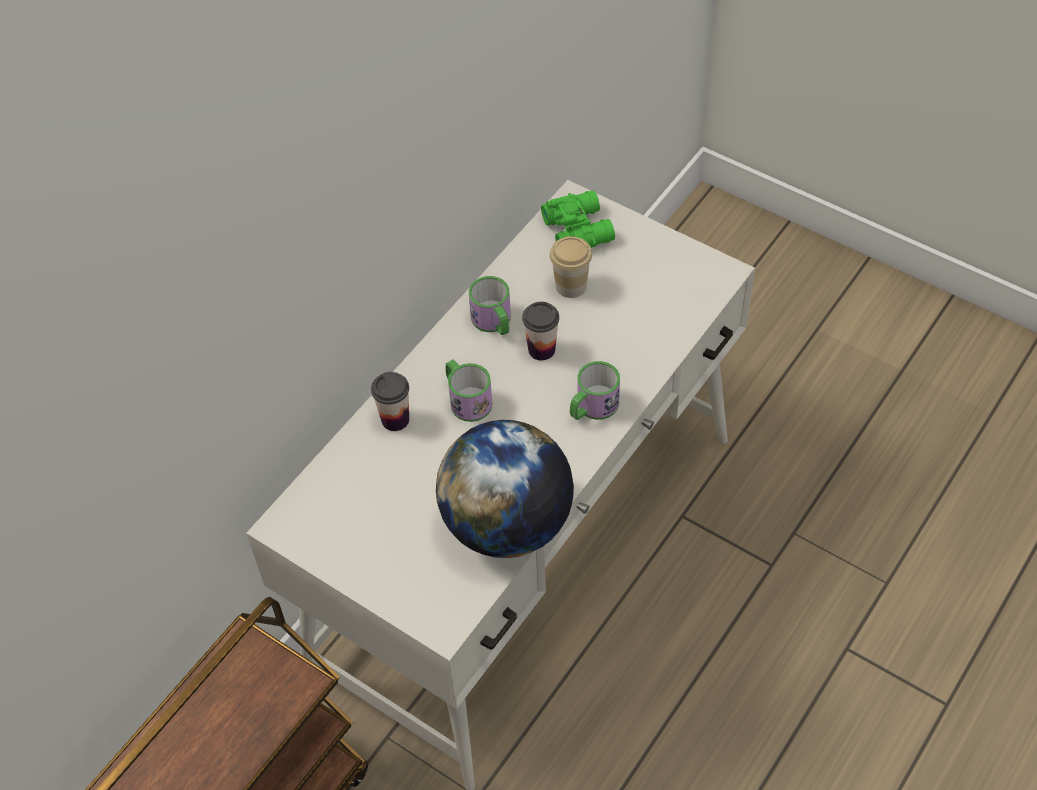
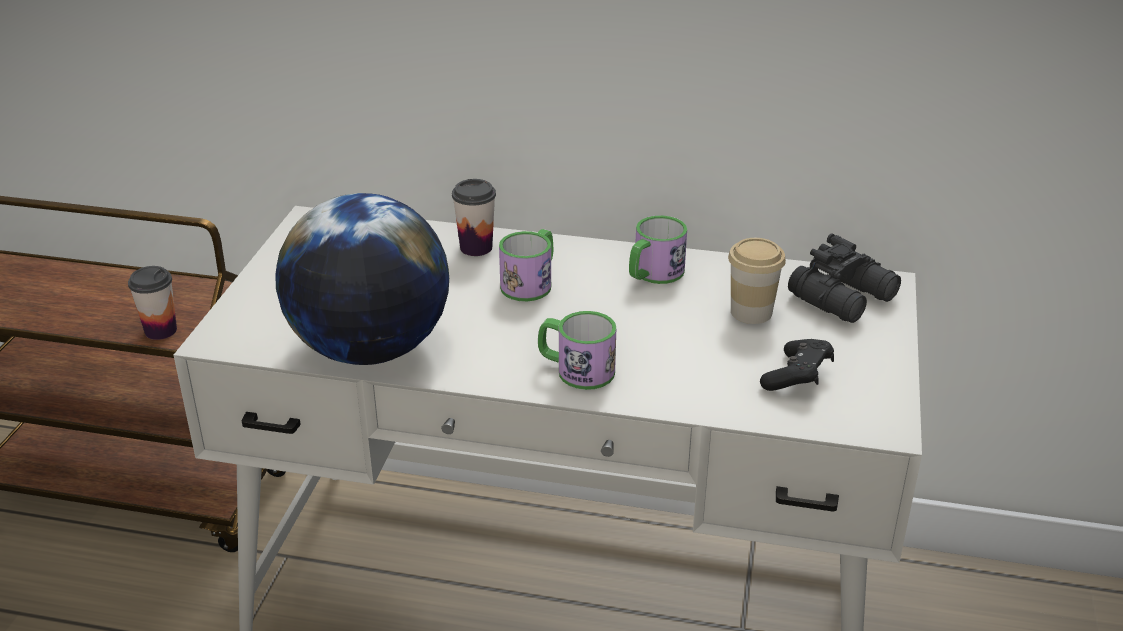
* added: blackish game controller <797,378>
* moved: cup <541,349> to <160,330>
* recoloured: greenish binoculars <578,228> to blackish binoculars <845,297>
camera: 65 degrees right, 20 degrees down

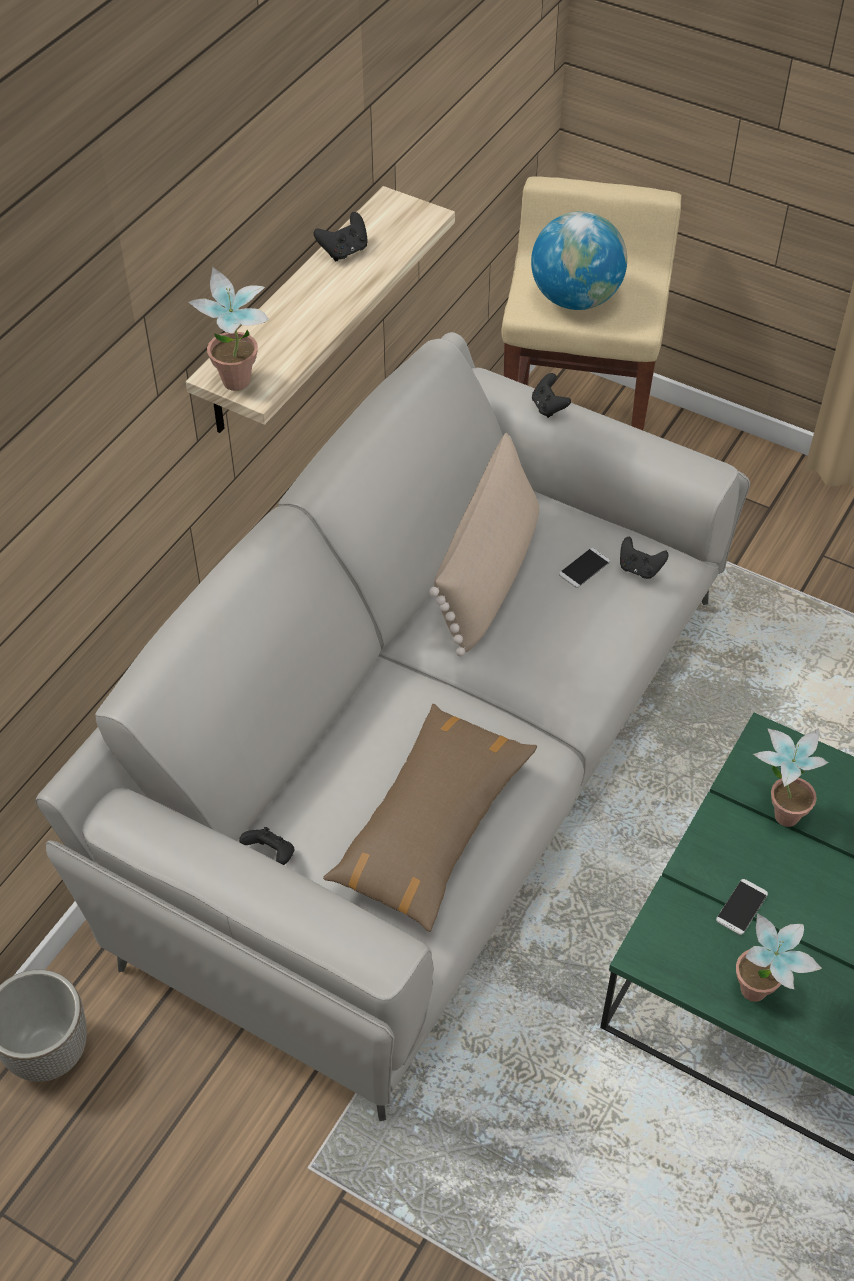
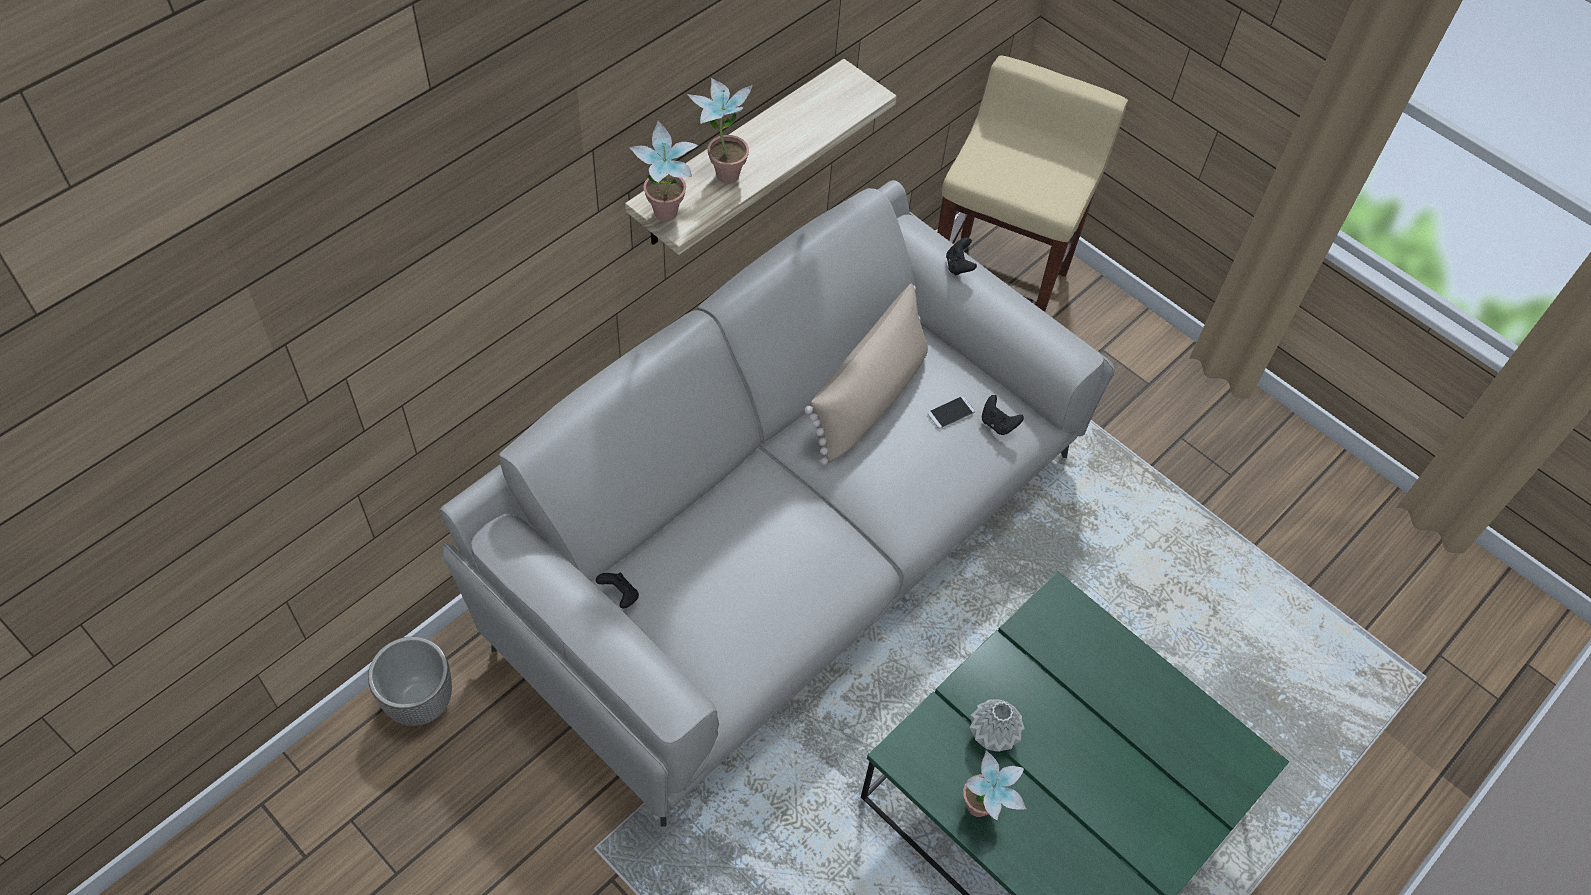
* removed: blackish game controller <344,251>
* removed: brown throw pillow <431,826>
* removed: world globe <575,299>
* moved: houseplant <778,811> to <722,170>
* replaced: phone <741,907> to grey flower vase <991,735>
camera: 10 degrees right, 5 degrees up

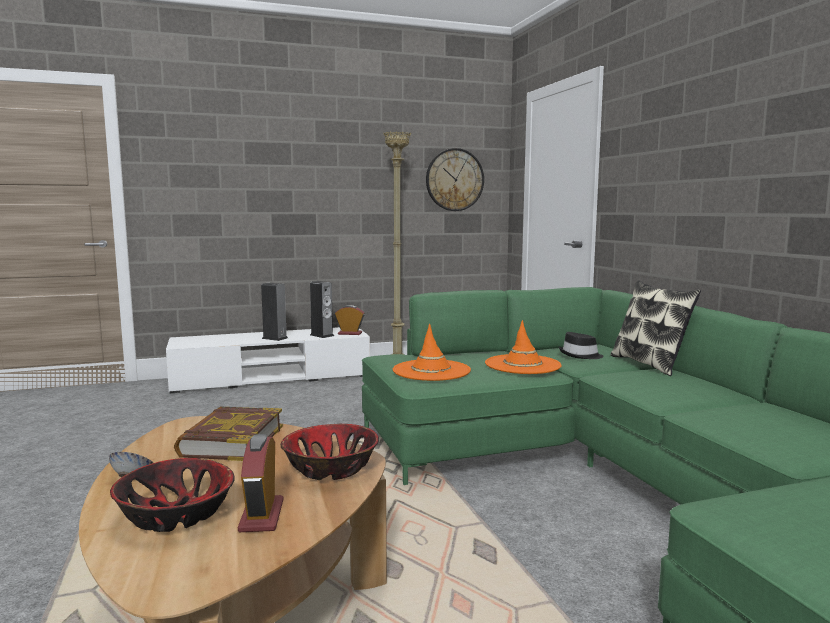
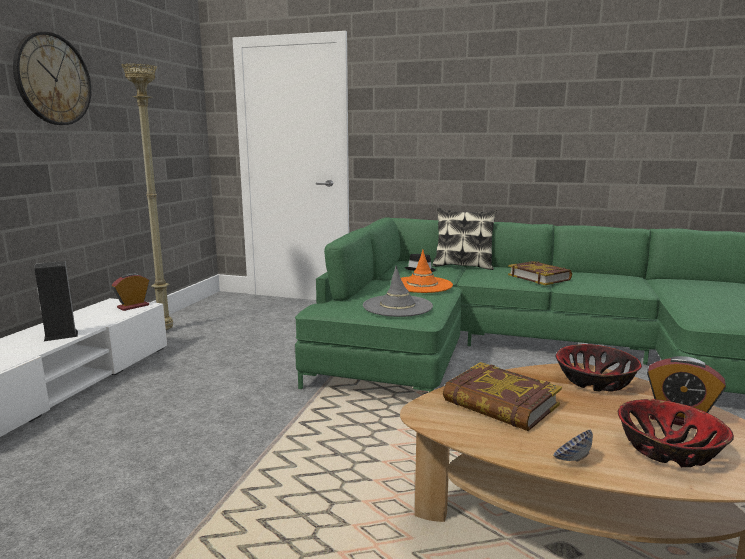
* removed: audio speaker <322,335>
* added: bound book <539,277>
* moved: wall clock <454,180> to <53,79>
* recoloured: orange wearable hat <431,371> to grey wearable hat <397,306>
camera: 55 degrees left, 5 degrees up

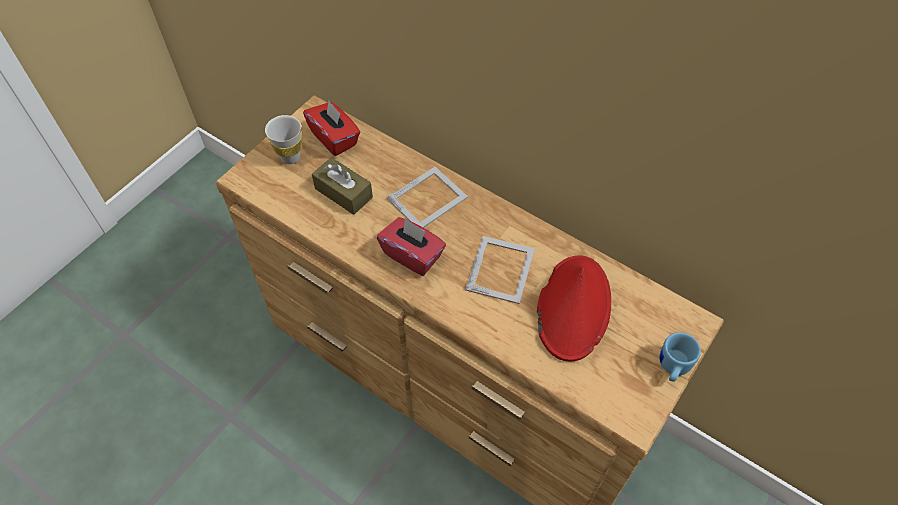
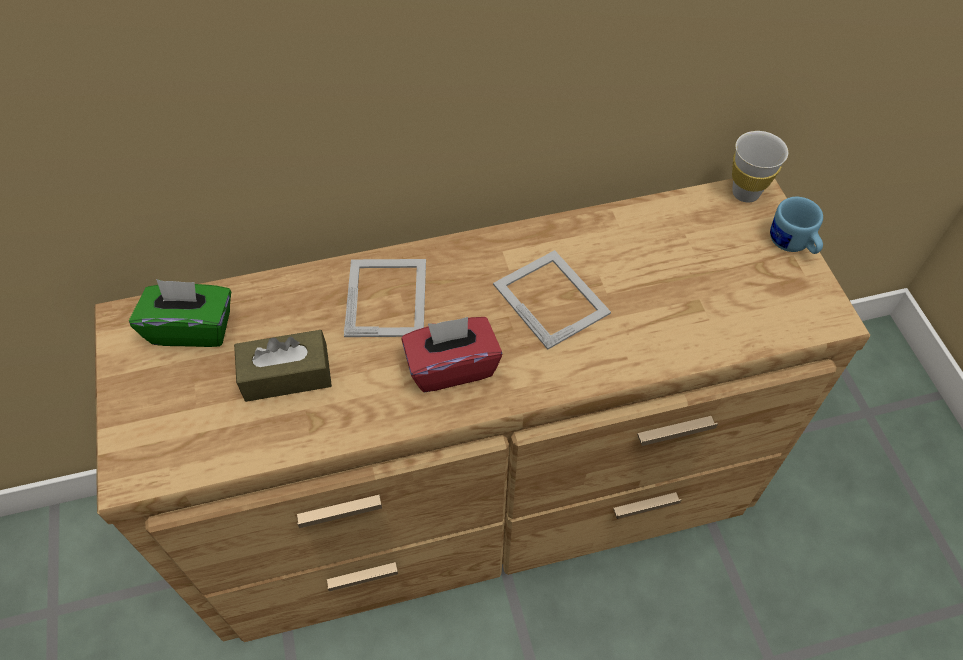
* removed: red-coloured wearable hat <573,307>
* moved: white-coloured cup <290,157> to <745,193>
* recoloured: red-coloured tissue holder <334,138> to greenish tissue holder <192,328>
camera: 50 degrees left, 0 degrees up

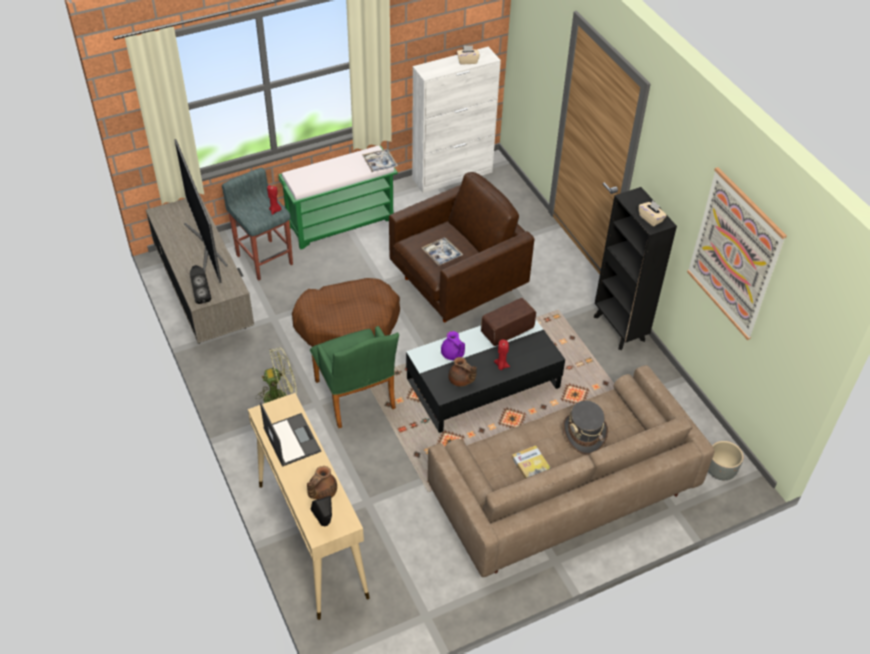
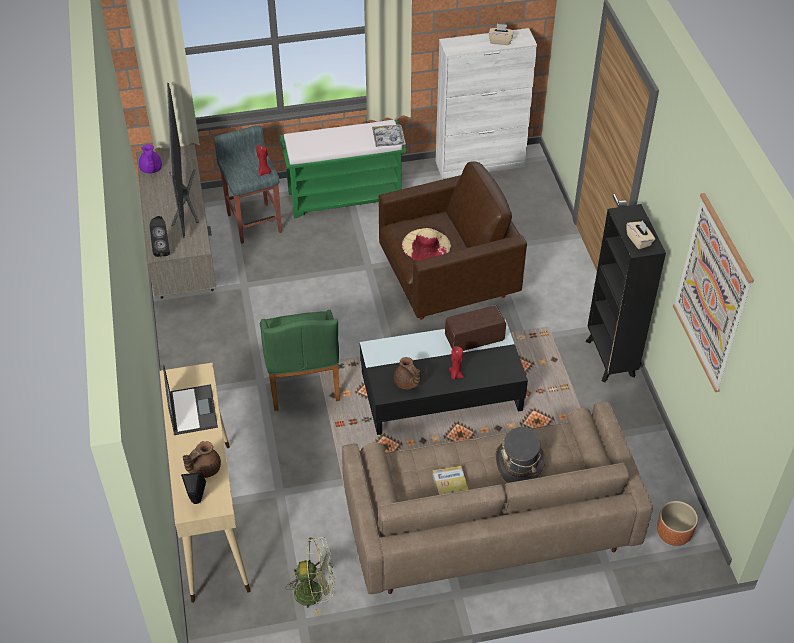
* removed: brown pet bed <348,323>
* moved: greenish cooling fan <280,396> to <315,592>
* moved: purple tea pot <453,354> to <151,169>
* replaced: serving tray <442,254> to beige wearable hat <426,245>
* recoloured: grey plant pot <720,471> to brown plant pot <673,534>
camera: 15 degrees right, 0 degrees up

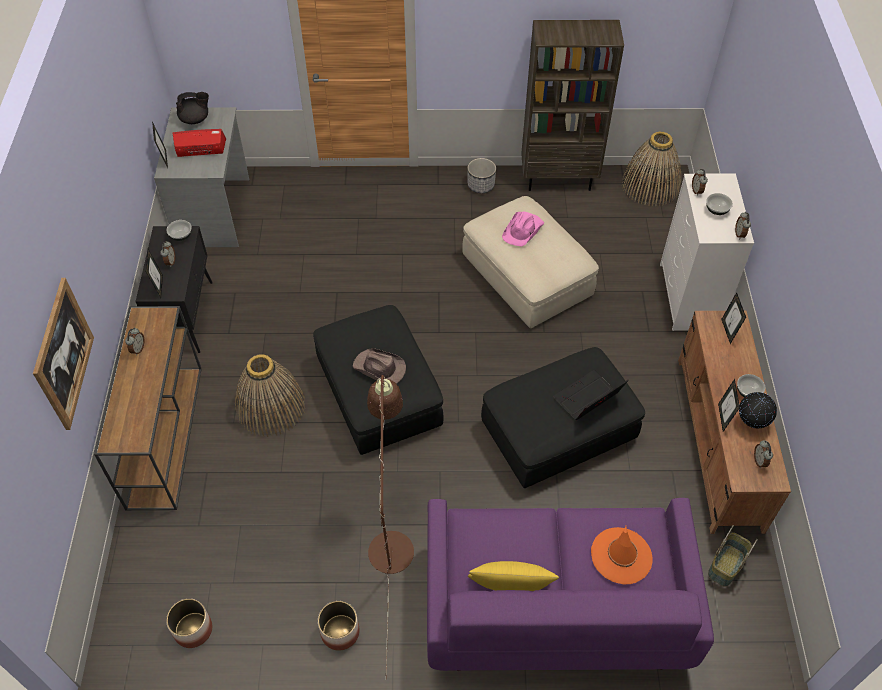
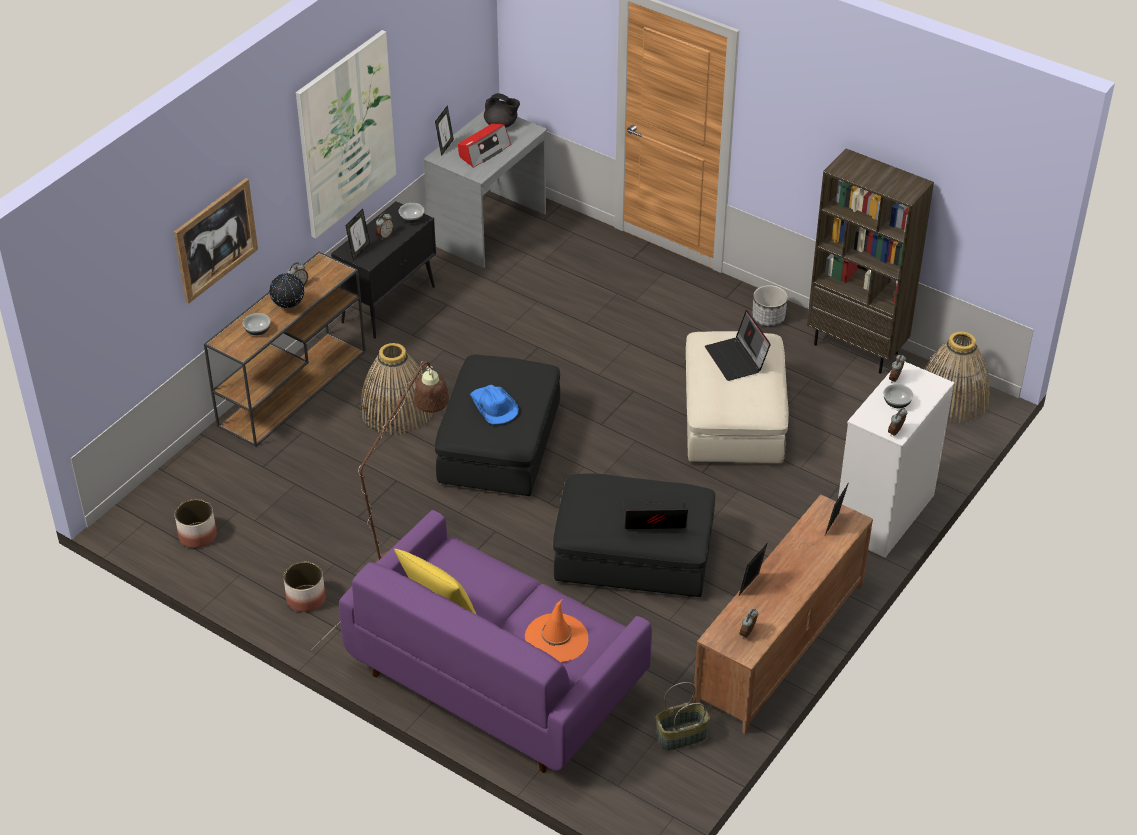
* added: picture <346,134>
* moved: serving bowl <748,392> to <257,331>
* moved: world globe <751,422> to <289,308>
* replaced: pink wearable hat <523,230> to portable computer <737,359>
* recoloured: brown wearable hat <380,368> to blue-coloured wearable hat <493,407>
* turned: radio receiver <200,149> = <483,151> 105 degrees clockwise
camera: 35 degrees right, 10 degrees down

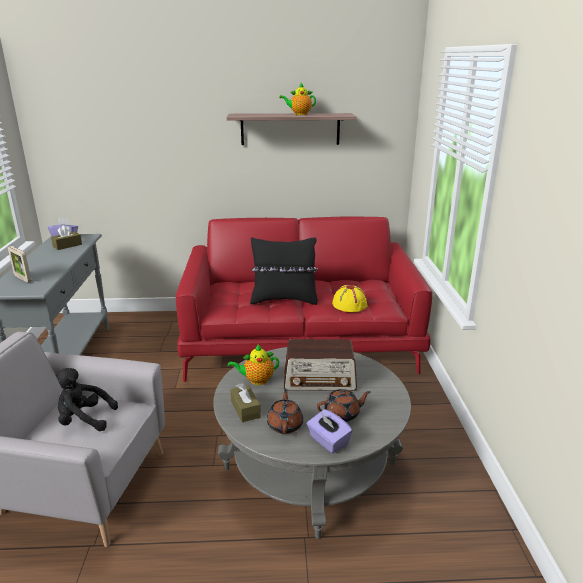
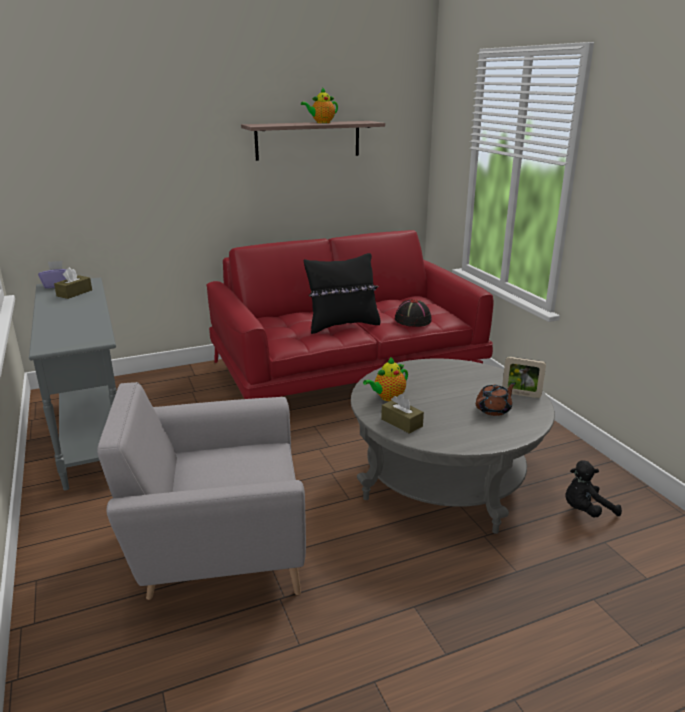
* removed: brown tea pot <285,425>
* removed: radio receiver <320,380>
* removed: purple tissue holder <328,441>
* moved: standing frame <22,278> to <521,394>
* moved: blackish cuddly toy <84,420> to <585,510>
* recoloured: yellowish wearable hat <349,304> to blackish wearable hat <412,320>
camera: 20 degrees left, 0 degrees up

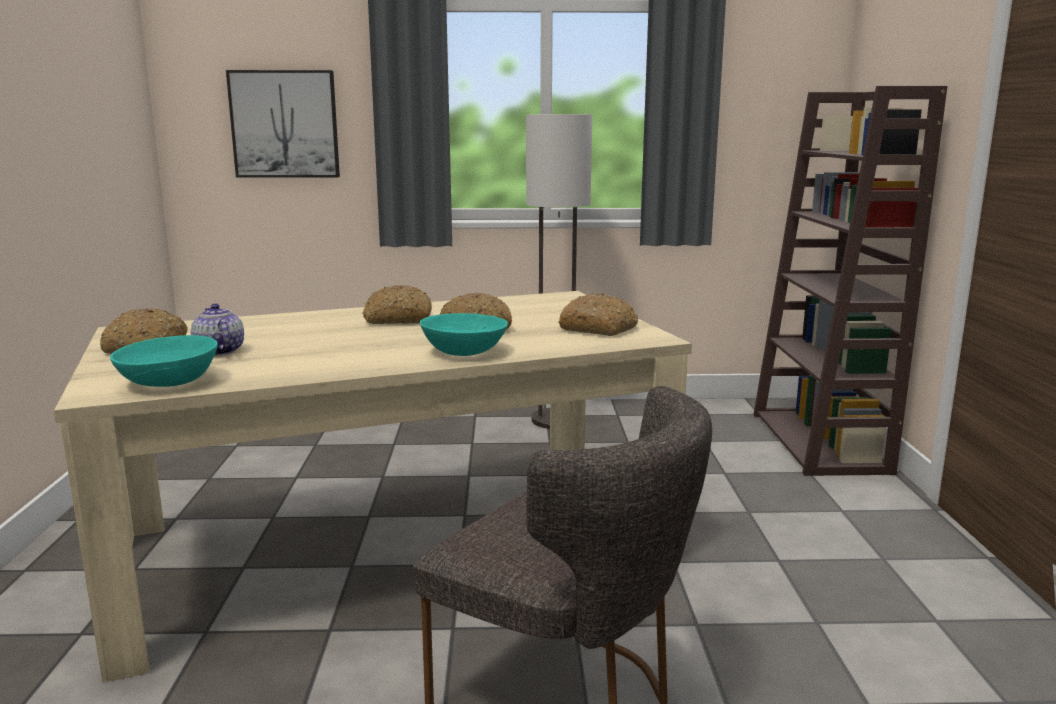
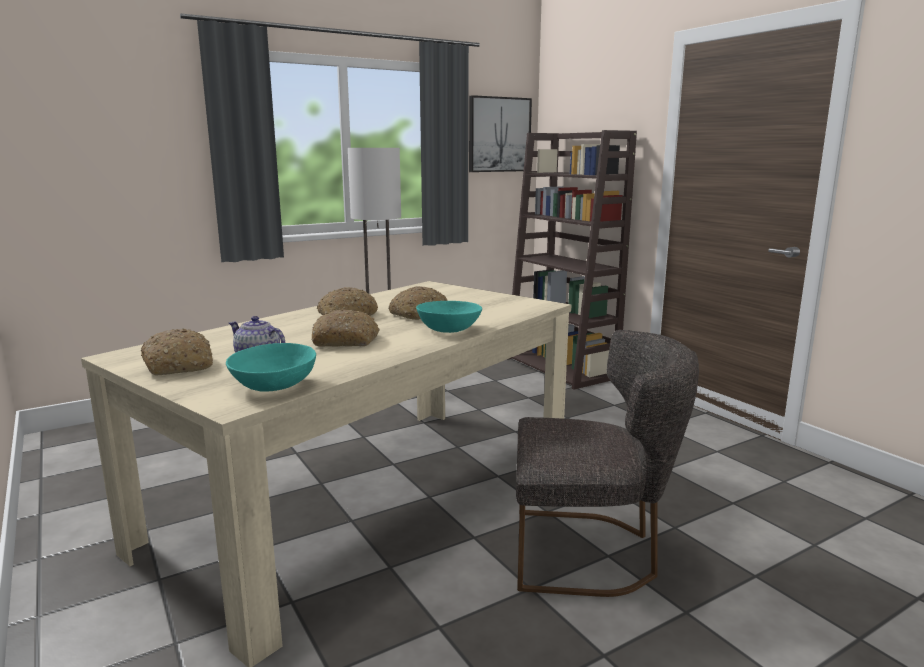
* moved: picture <285,124> to <499,134>
* moved: bread <599,329> to <346,341>
camera: 30 degrees left, 0 degrees up

